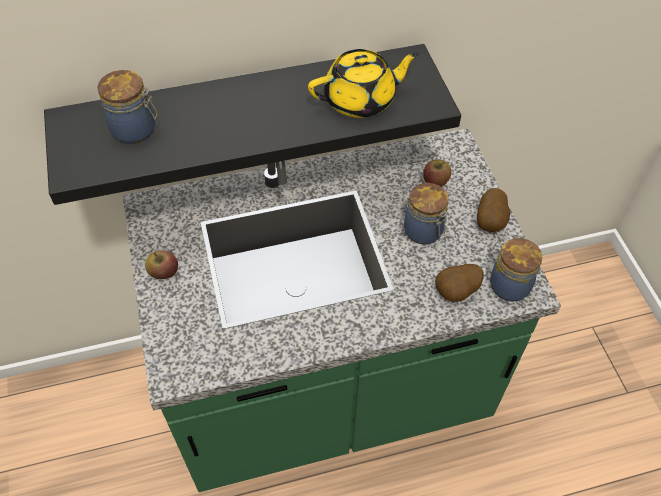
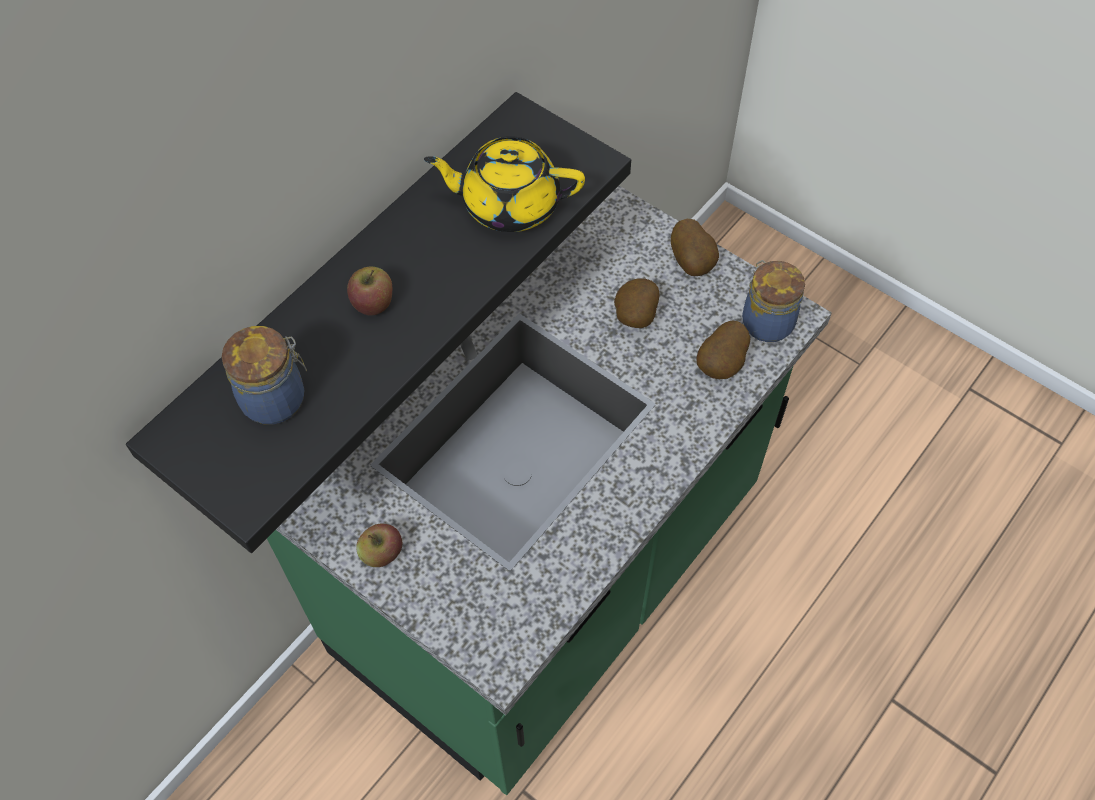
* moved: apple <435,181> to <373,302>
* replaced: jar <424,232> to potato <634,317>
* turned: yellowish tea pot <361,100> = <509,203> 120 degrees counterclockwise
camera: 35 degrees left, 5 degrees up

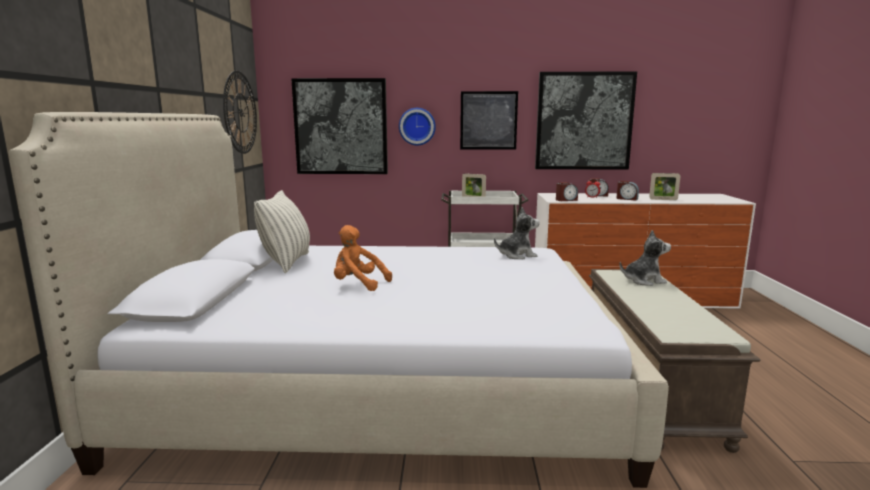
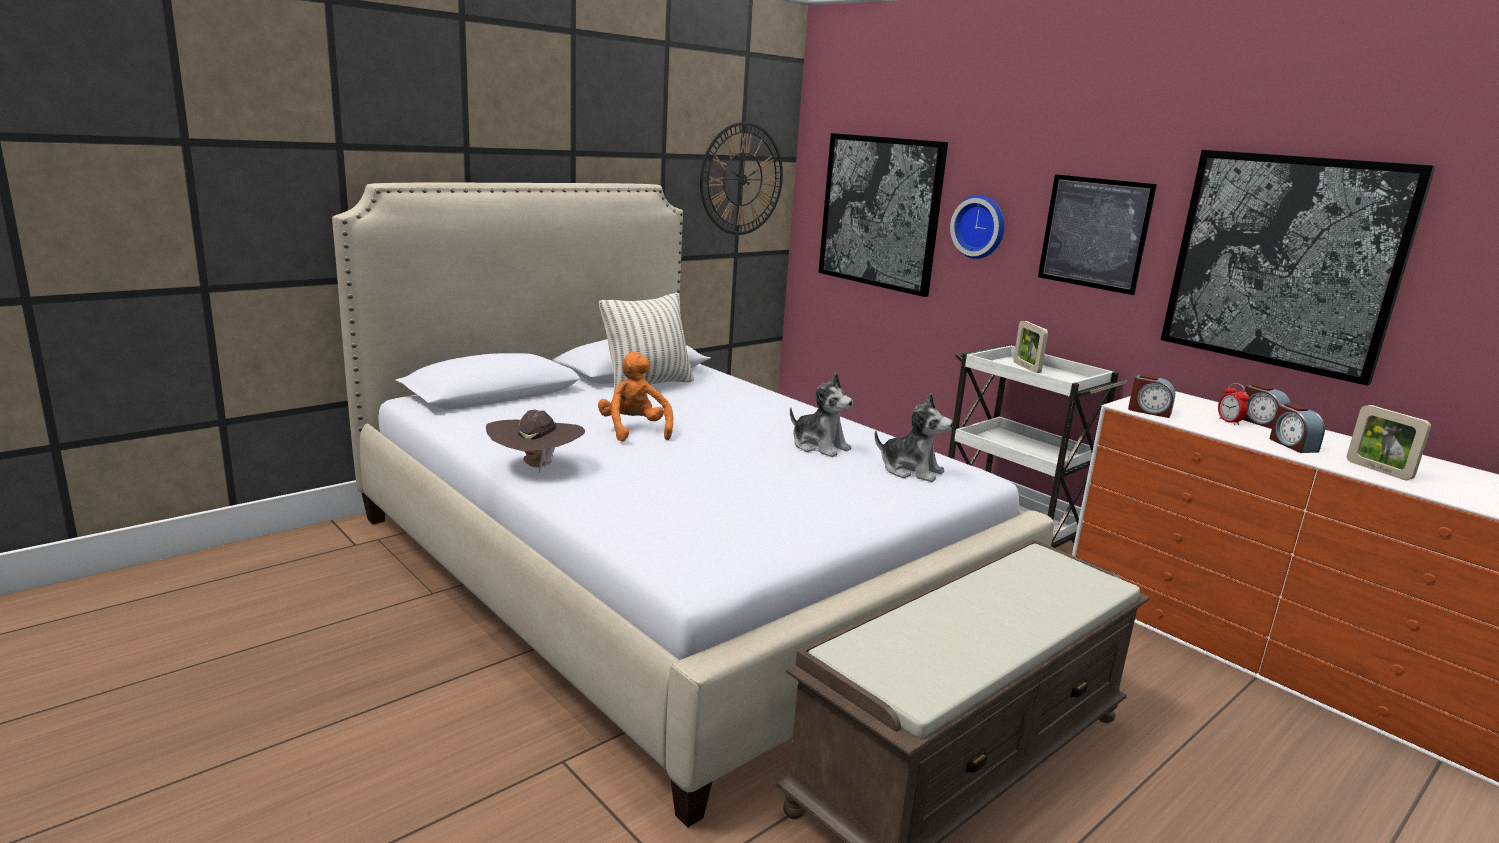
* added: brown wearable hat <536,467>
* moved: cuddly toy <643,281> to <819,446>
camera: 45 degrees right, 5 degrees up

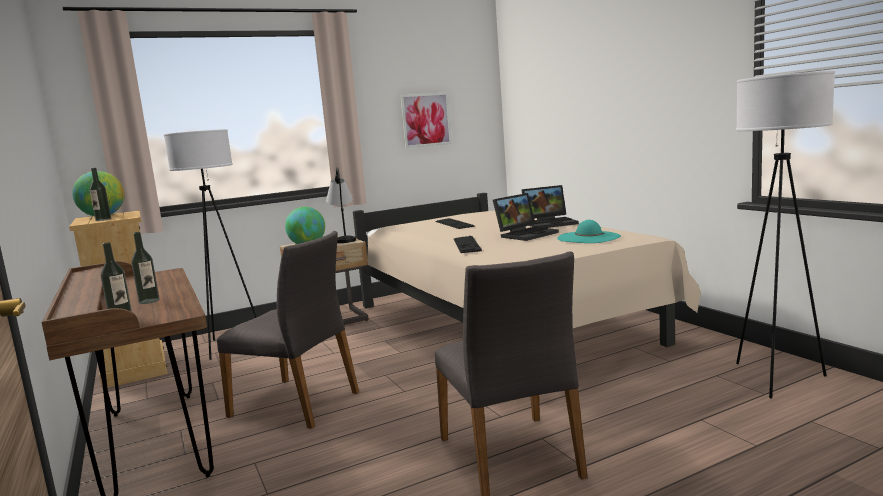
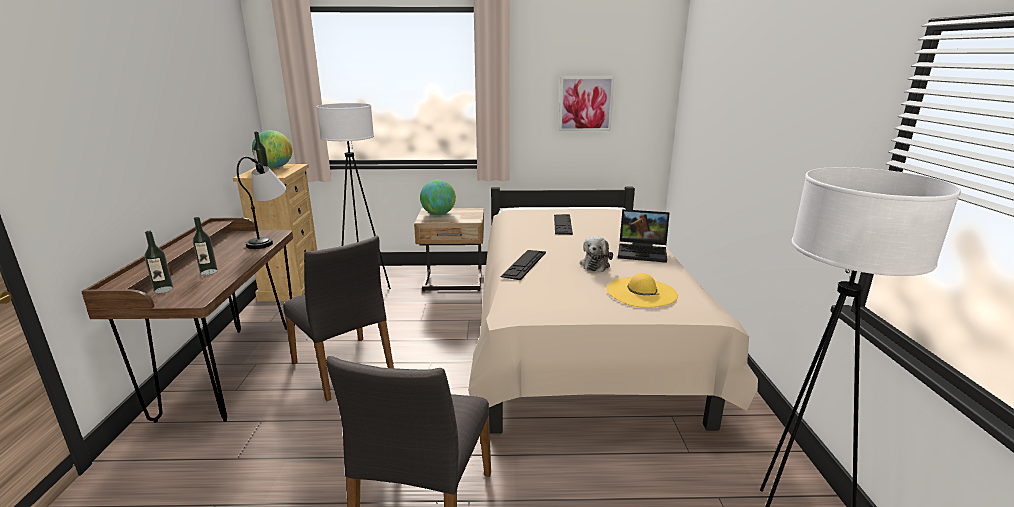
* moved: lamp for a table <345,238> to <270,239>
* replaced: portable computer <526,234> to cuddly toy <595,264>
* recoloured: blue-green wearable hat <588,237> to yellowish wearable hat <641,292>
camera: 25 degrees right, 10 degrees up

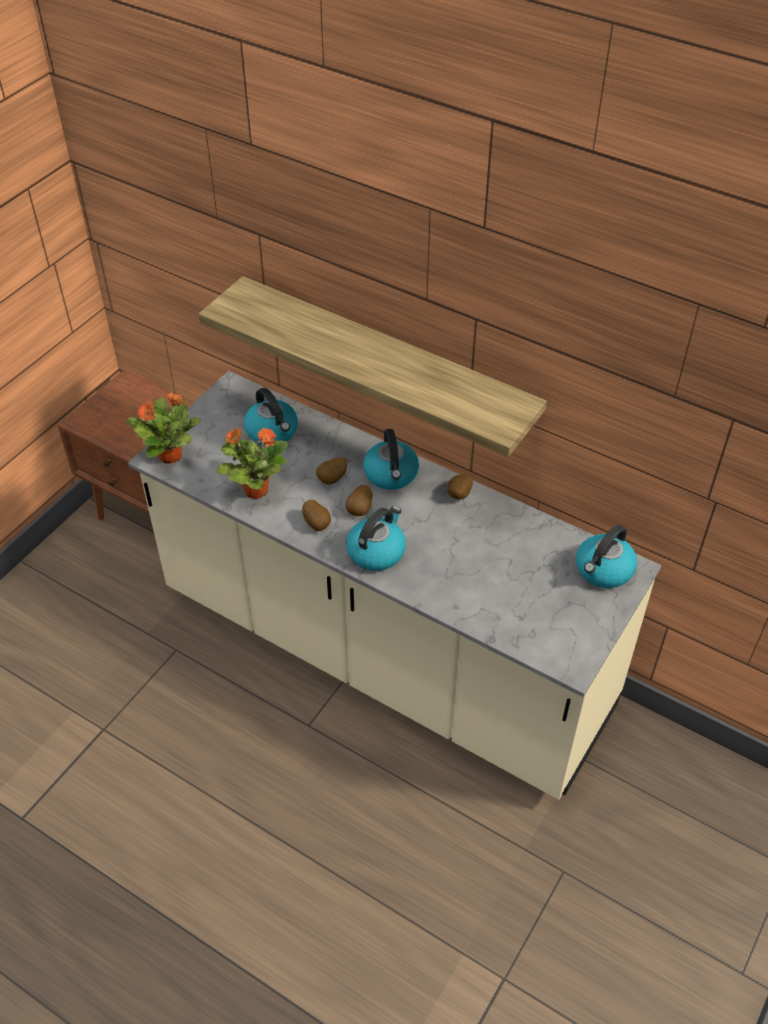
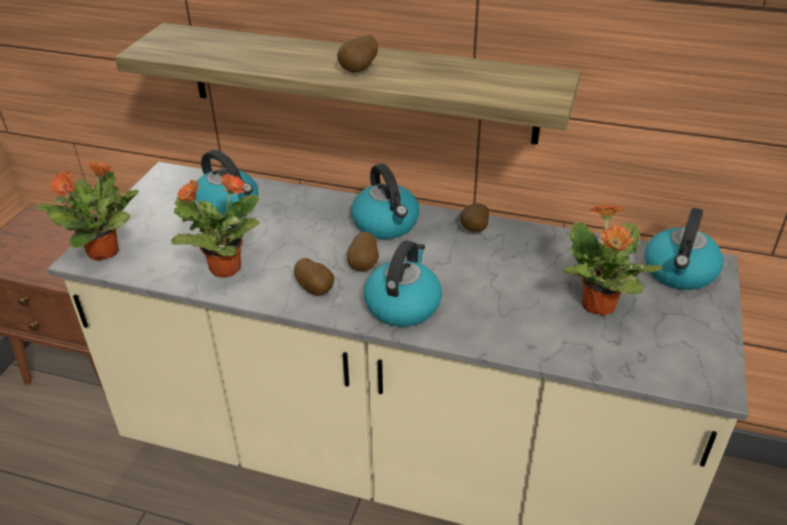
* added: houseplant <598,306>
* moved: potato <332,480> to <359,70>
camera: 15 degrees left, 10 degrees down

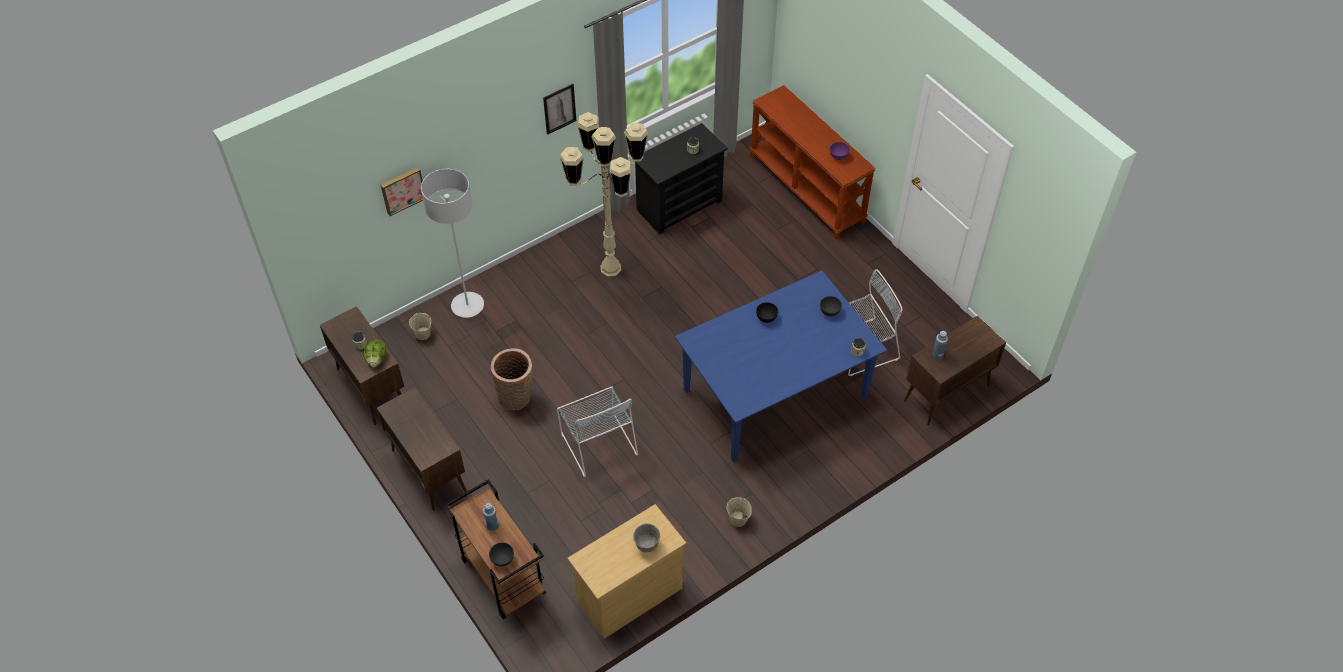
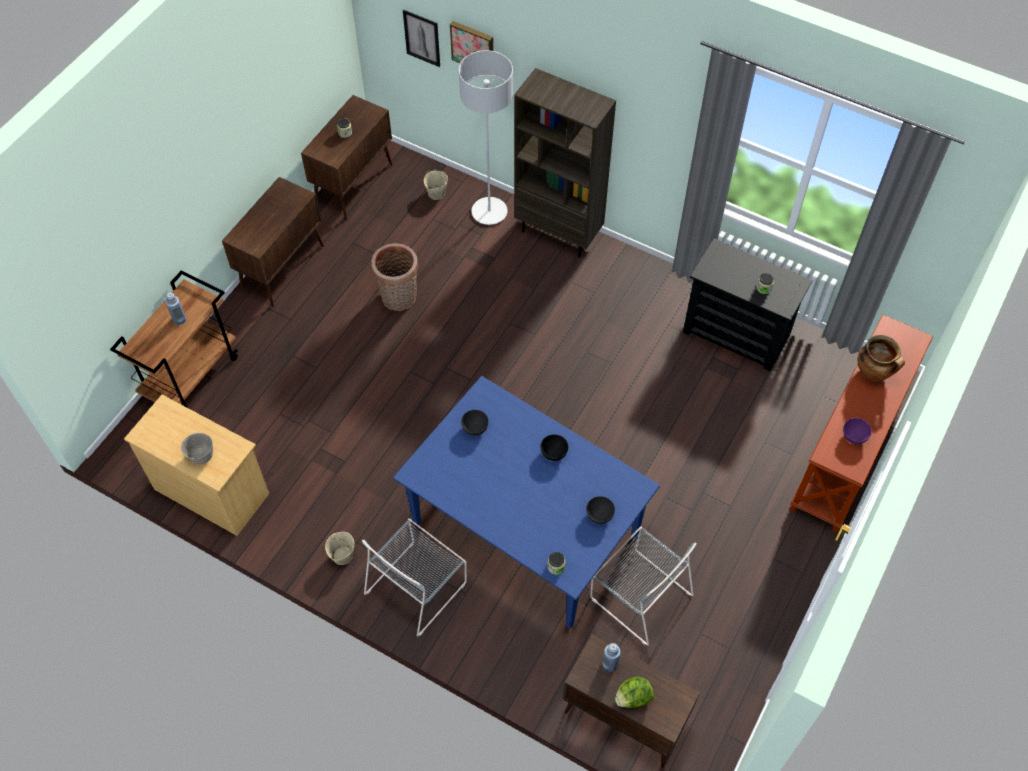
* removed: beige standard lamp <611,267>
* added: brown bookshelf <559,233>
* added: stockpot <874,372>
* moved: lettuce head <376,359> to <633,697>
* moved: grey serving bowl <502,559> to <475,428>
* moved: picture <559,109> to <422,38>
* moved: grey chair <598,442> to <418,586>
camera: 65 degrees right, 5 degrees up

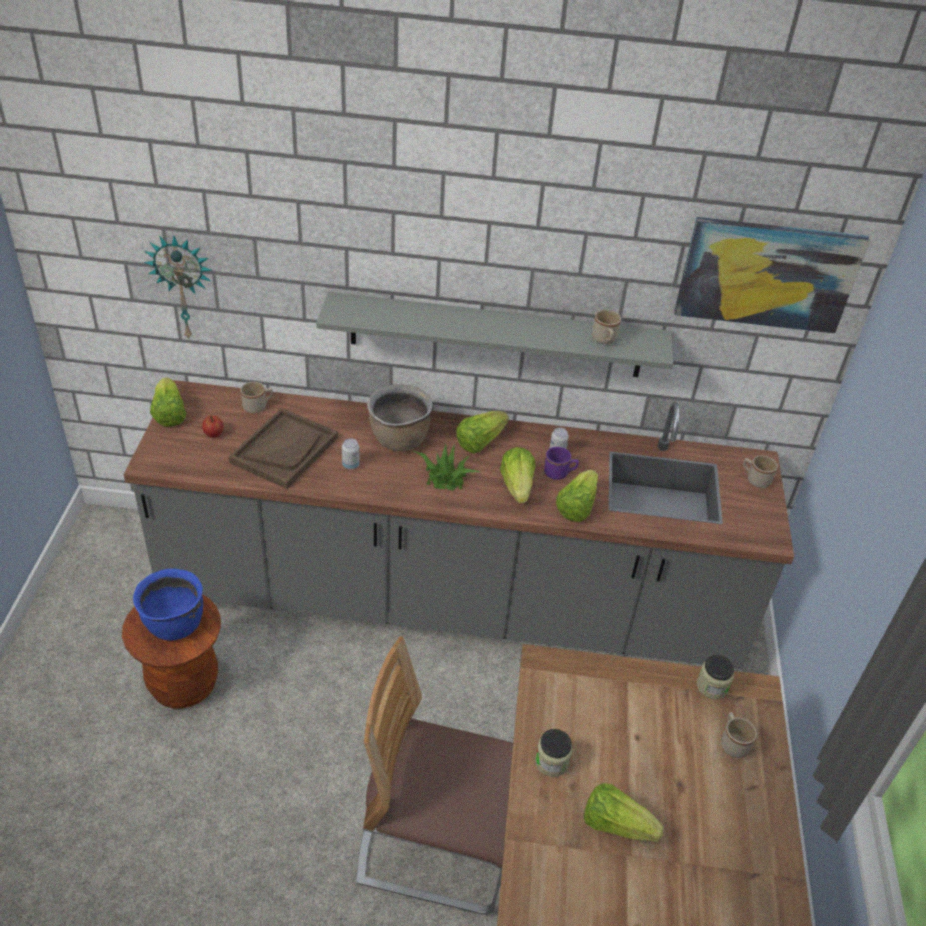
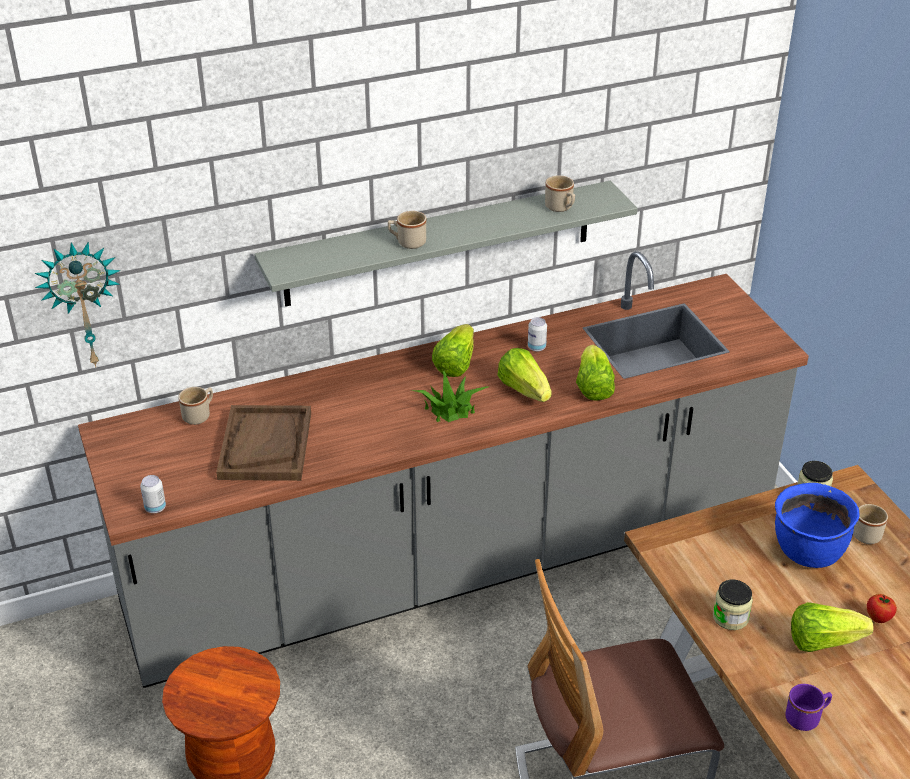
* removed: lettuce head <169,414>
* removed: brown stockpot <399,439>
* removed: picture <767,274>
* moved: blue-coloured stockpot <174,624> to <807,552>
* moved: apple <214,434> to <878,618>
* moved: sealed can <350,465> to <155,508>
* moved: purple tea mug <559,473> to <806,718>
* moved: beige tea mug <755,479> to <407,242>
camera: 25 degrees left, 5 degrees down

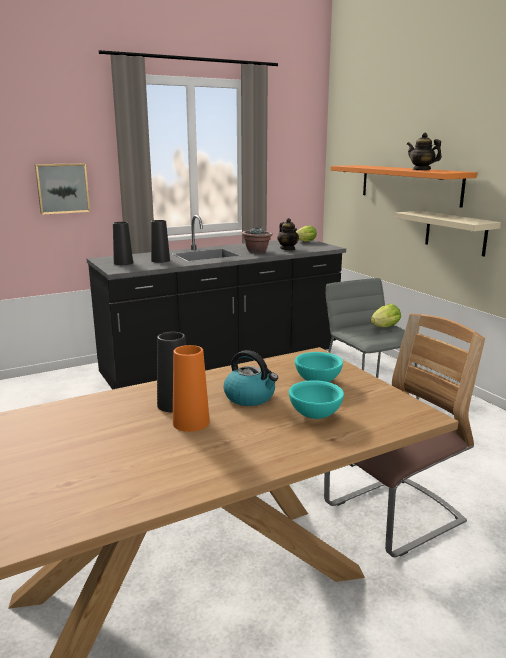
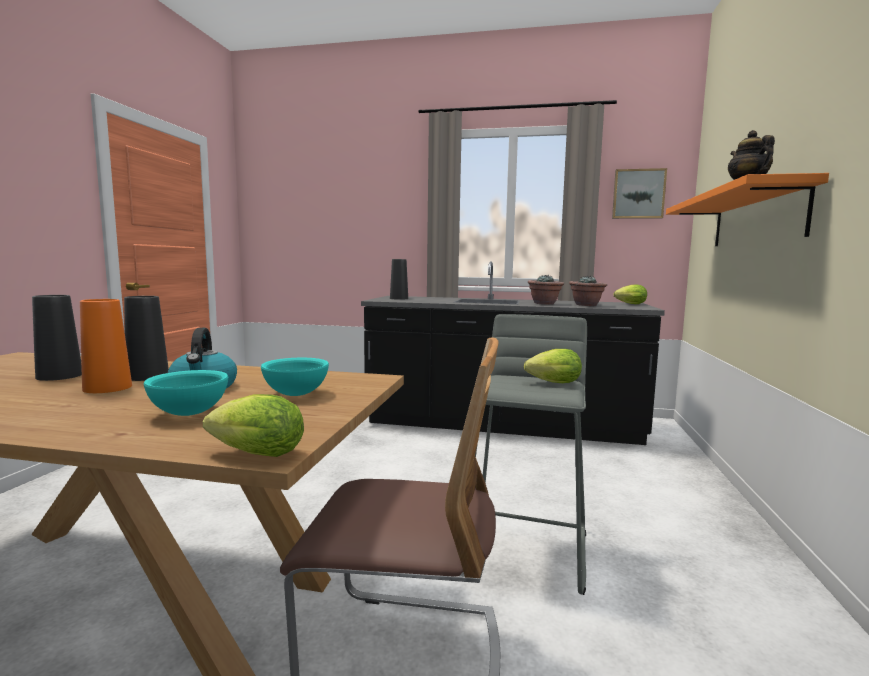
* removed: beige shelf <455,233>
* added: lettuce head <252,454>
* moved: picture <62,188> to <638,194>
* moved: blackish flower vase <160,260> to <59,376>
* replaced: tea pot <288,249> to houseplant <586,305>
camera: 40 degrees right, 10 degrees down

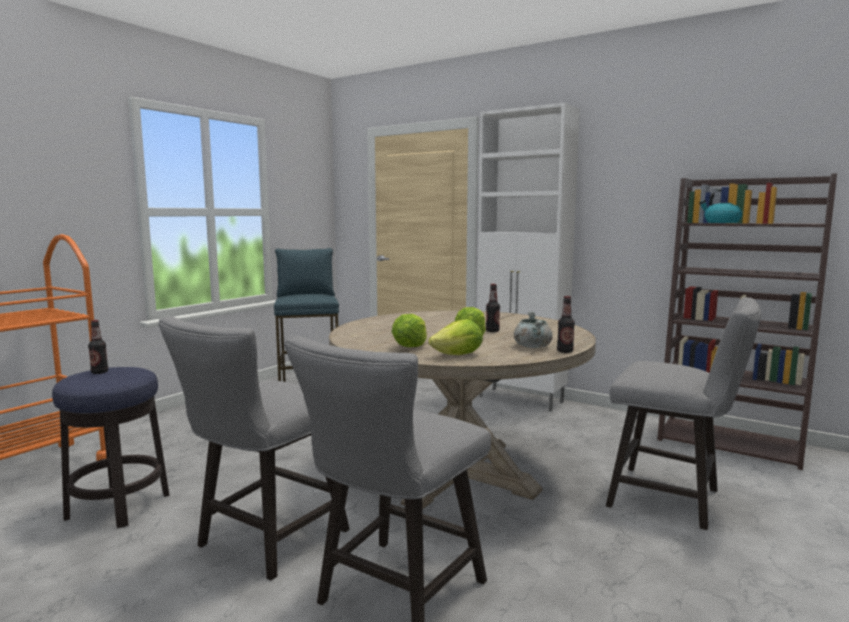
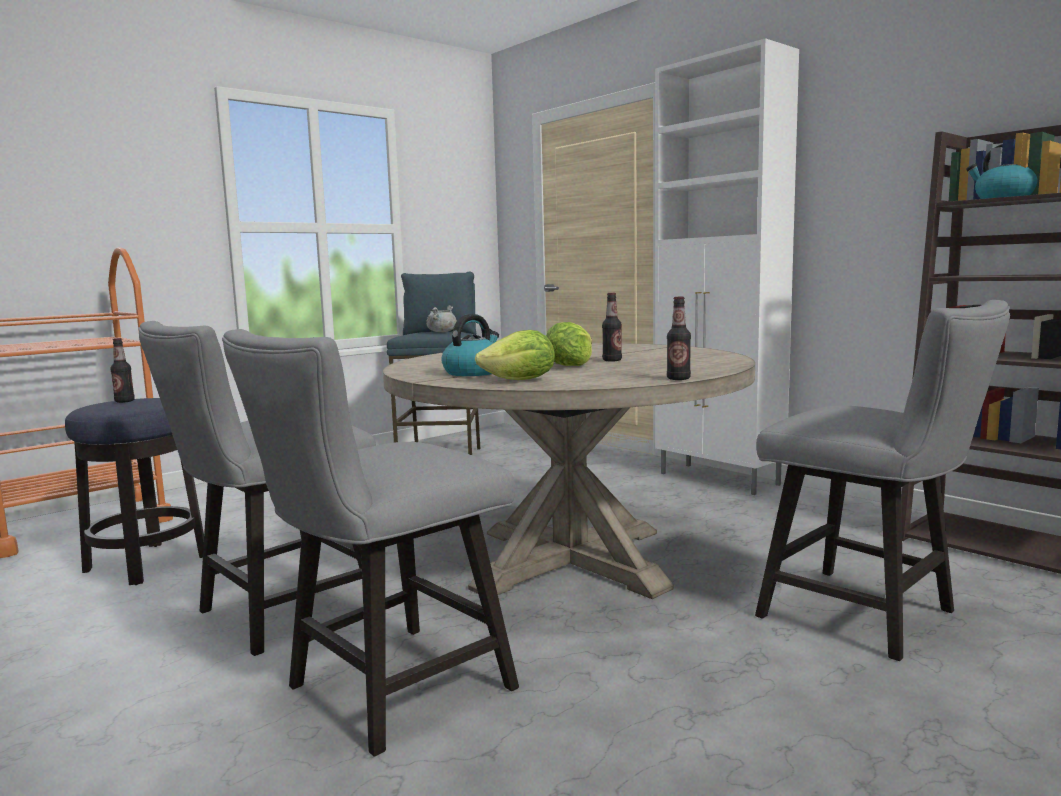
* moved: grey stockpot <532,346> to <442,332>
* replaced: lettuce head <410,346> to water kettle <473,372>
camera: 15 degrees right, 0 degrees up

